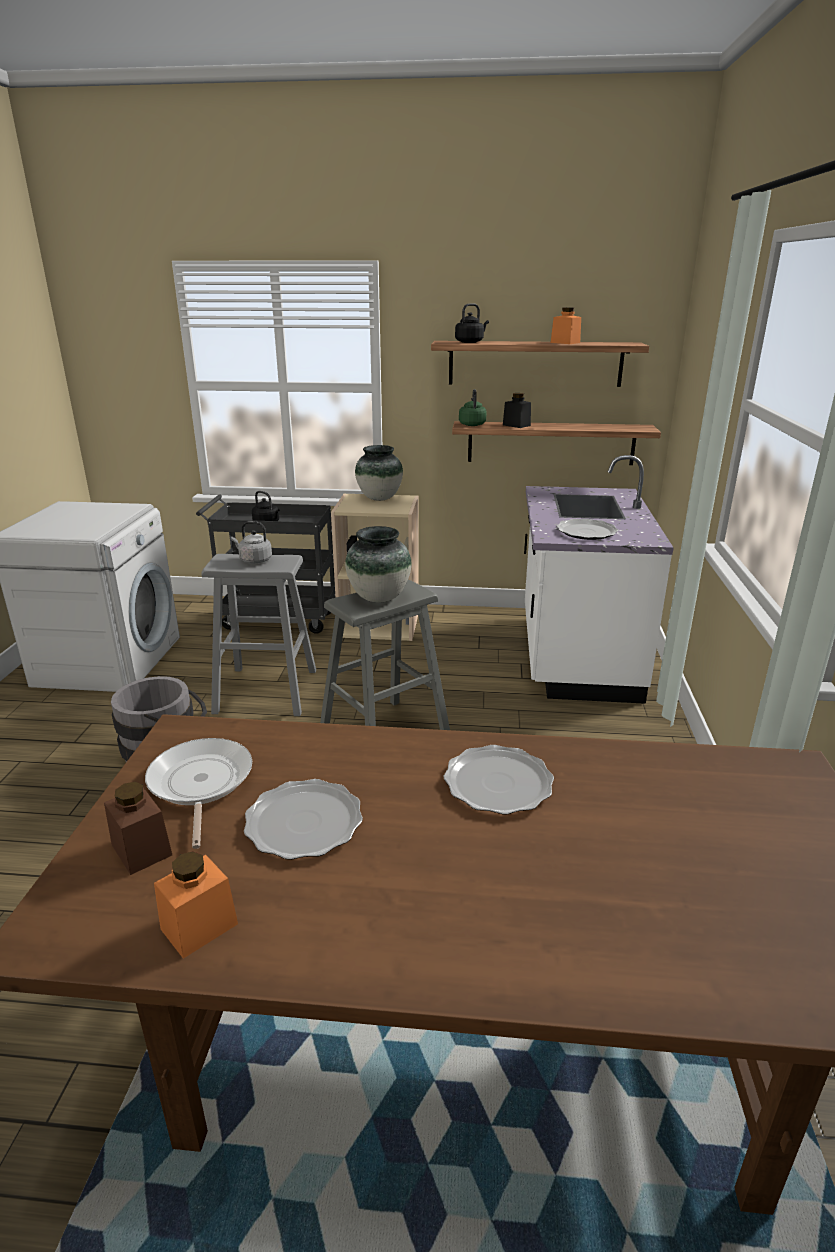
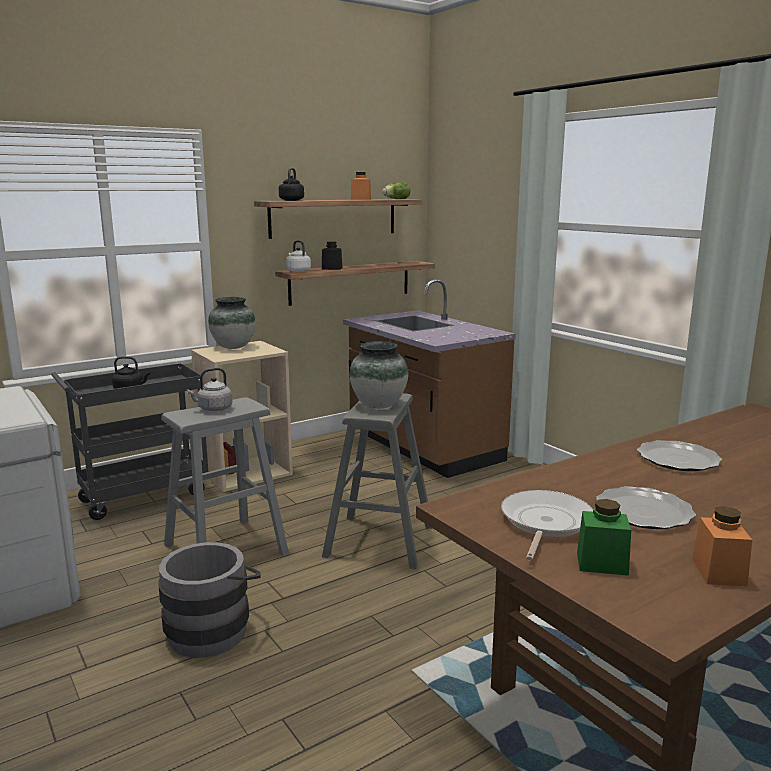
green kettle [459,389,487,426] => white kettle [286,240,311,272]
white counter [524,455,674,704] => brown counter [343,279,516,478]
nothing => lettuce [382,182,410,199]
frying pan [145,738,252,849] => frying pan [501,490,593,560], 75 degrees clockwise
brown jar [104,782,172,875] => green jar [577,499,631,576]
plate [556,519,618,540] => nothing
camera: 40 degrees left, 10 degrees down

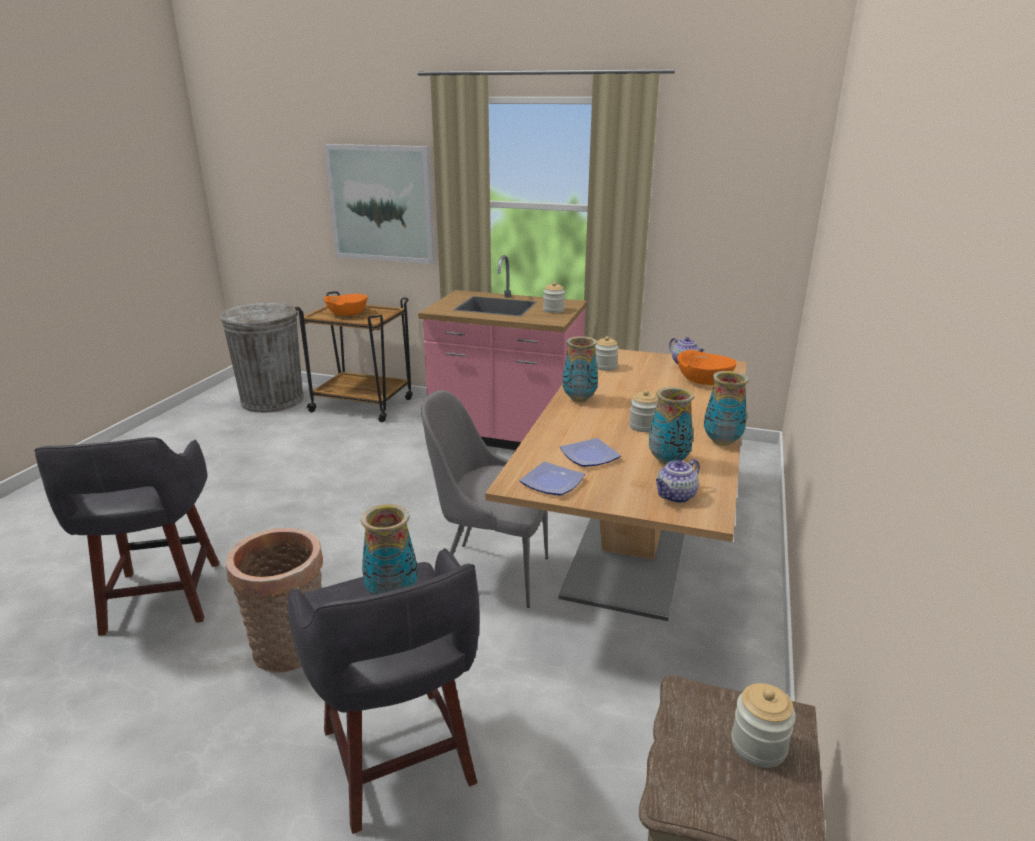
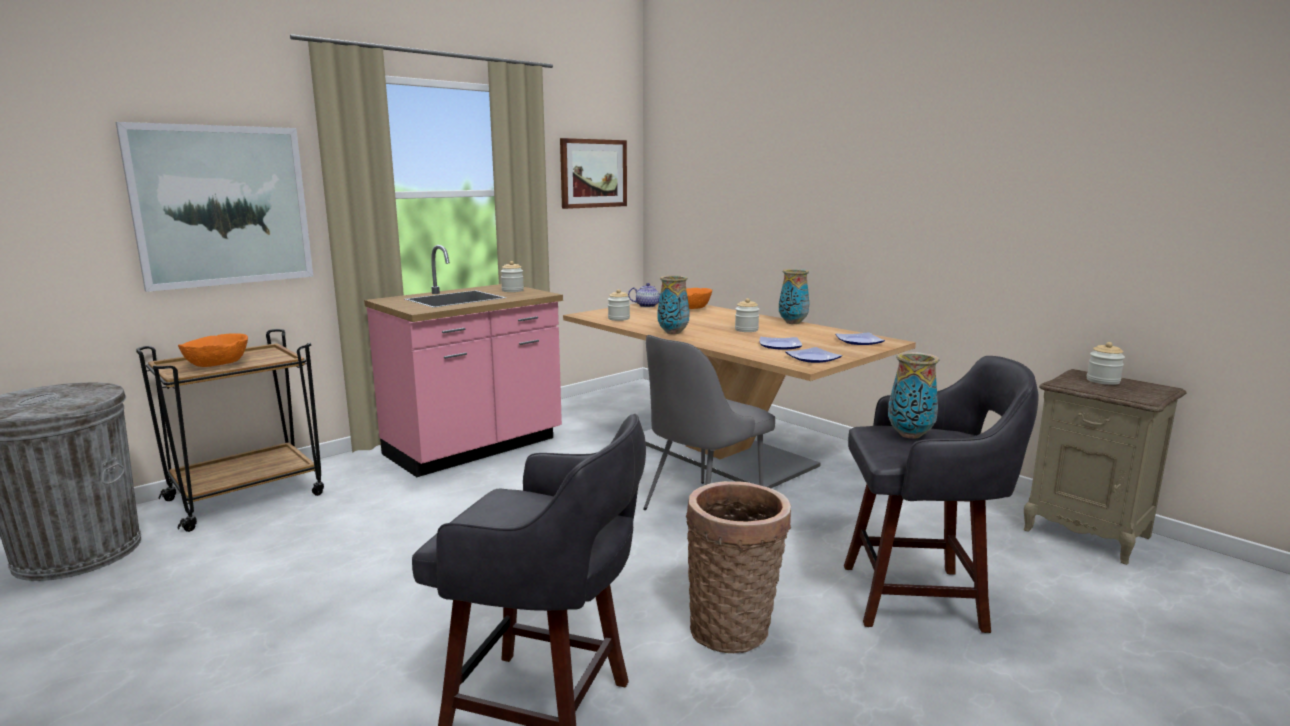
nothing => picture [560,138,627,209]
teapot [656,459,700,503] => plate [835,332,885,345]
vase [649,387,694,465] => nothing
camera: 60 degrees left, 10 degrees down

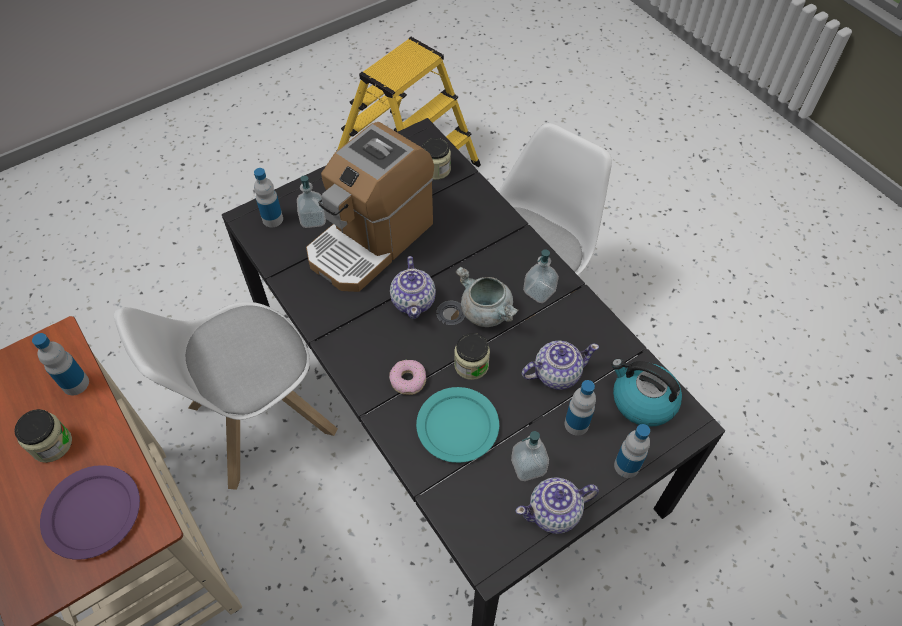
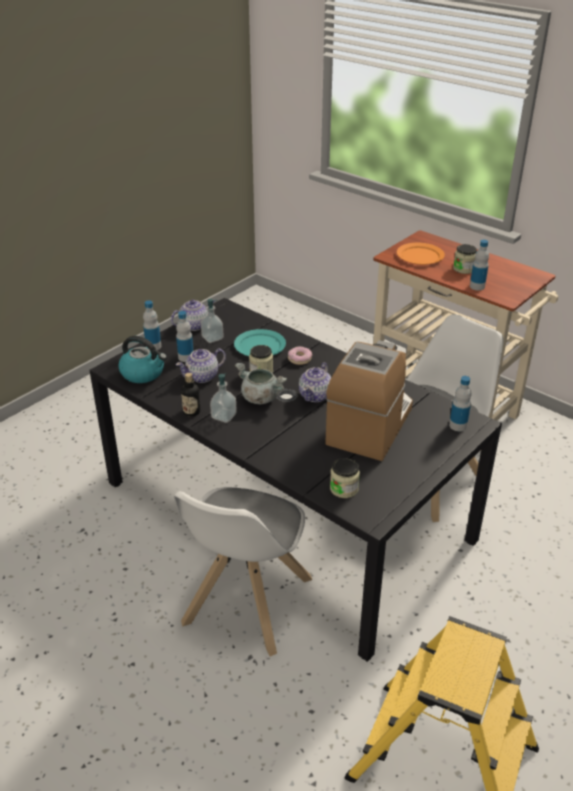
nothing => bottle [181,373,200,417]
teapot [390,256,436,319] => teapot [299,362,331,402], 135 degrees counterclockwise
purple plate [40,465,140,560] => orange plate [397,243,445,265]
soap dispenser [297,175,326,228] => nothing
camera: 165 degrees right, 20 degrees down

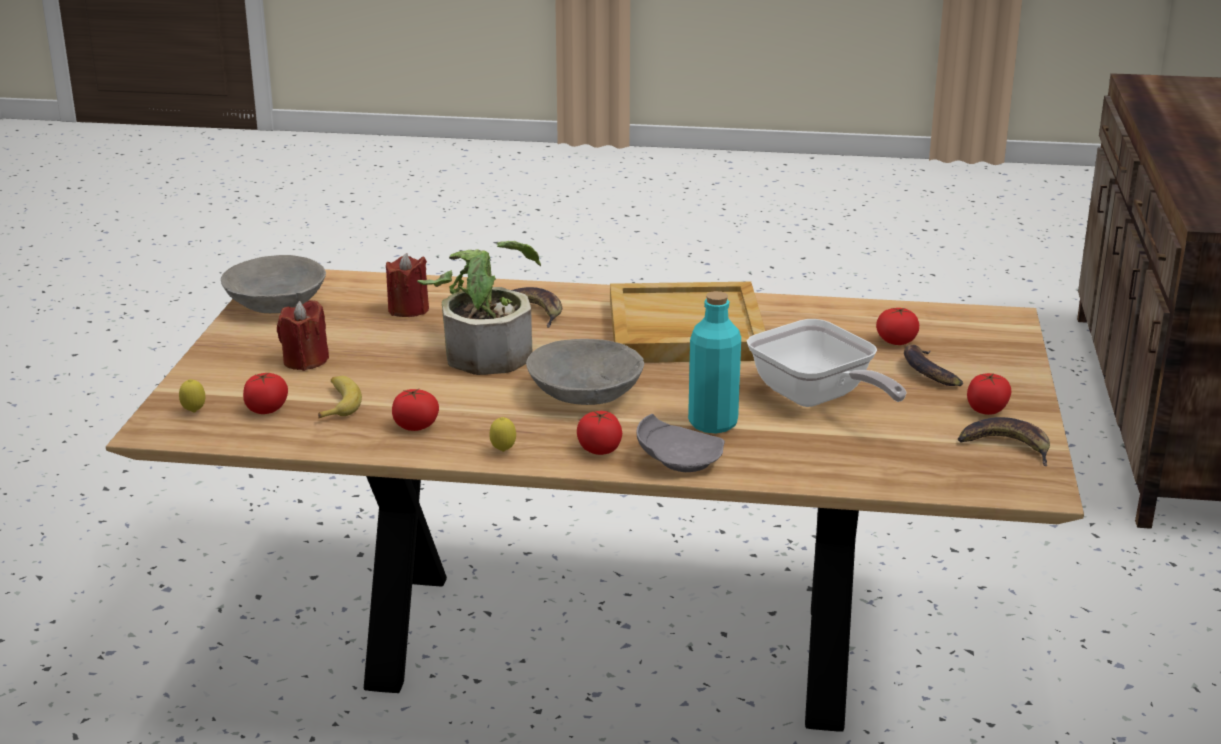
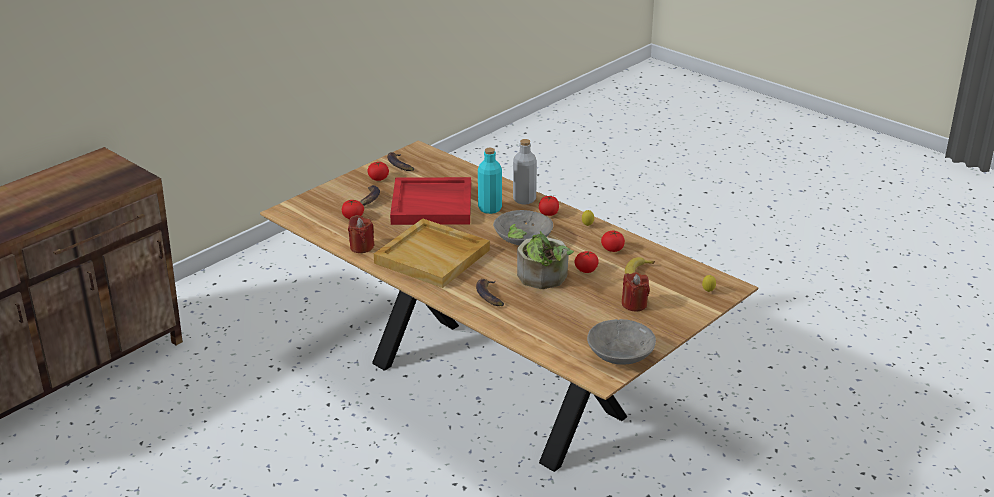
red candle [386,253,429,317] => red candle [348,215,375,253], relocated
frying pan [747,319,907,407] => red tray [390,177,471,225]
grey plate [637,414,725,472] => grey bottle [513,139,537,205]
tomato [243,372,288,414] => tomato [575,251,599,273], relocated
camera: 145 degrees left, 5 degrees up

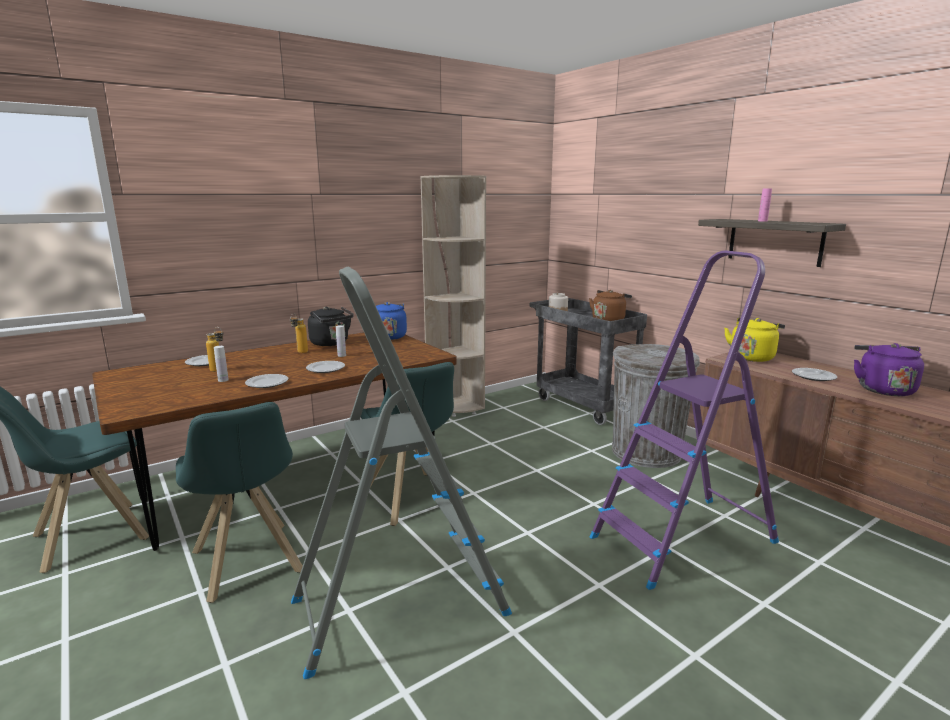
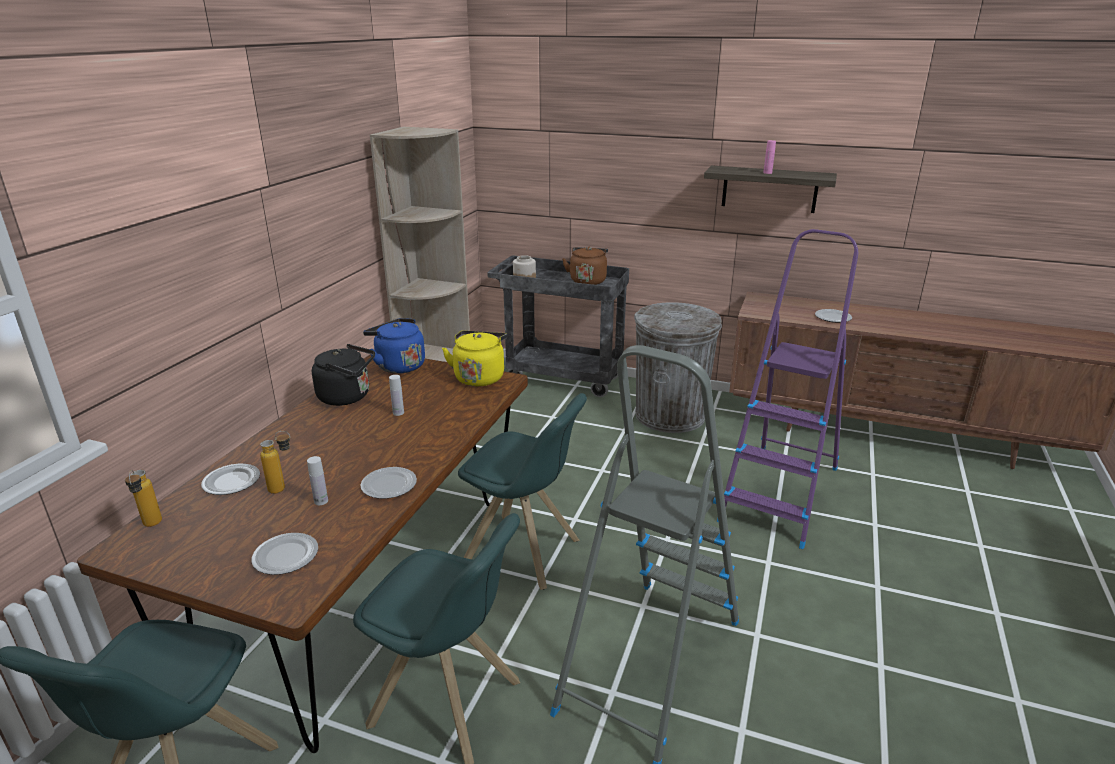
bottle [290,314,308,353] => bottle [125,470,162,527], relocated
plate [306,361,345,373] => plate [251,533,318,575], relocated
yellow kettle [724,318,785,362] => yellow kettle [442,331,507,386], relocated
purple kettle [854,343,924,396] => nothing
camera: 35 degrees left, 10 degrees up

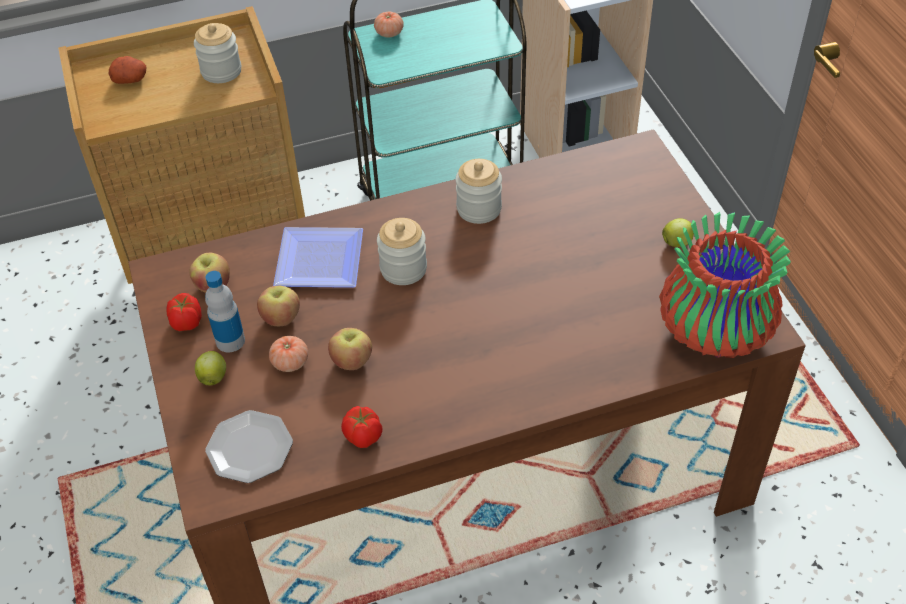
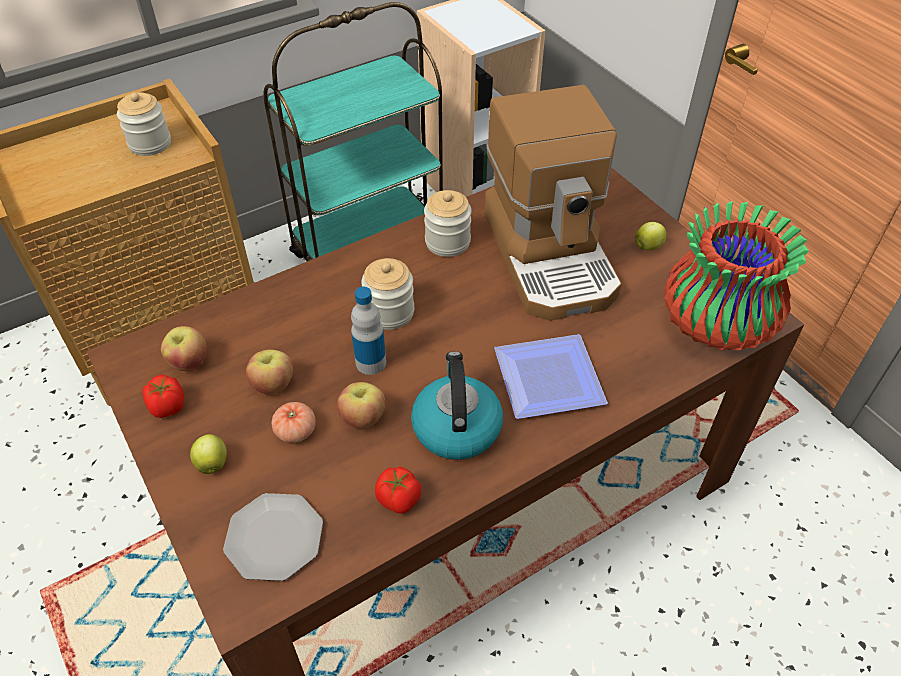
bottle [205,271,245,352] => bottle [351,287,386,375], relocated
nothing => kettle [411,351,503,460]
nothing => coffee machine [485,85,622,321]
plate [273,227,363,288] => plate [494,334,608,419], relocated
potato [109,56,146,84] => nothing
tomato [374,12,404,37] => nothing
camera: 15 degrees left, 0 degrees up

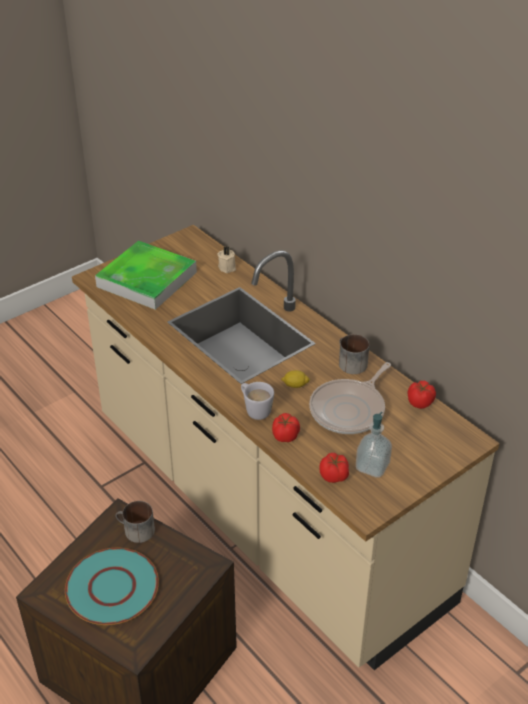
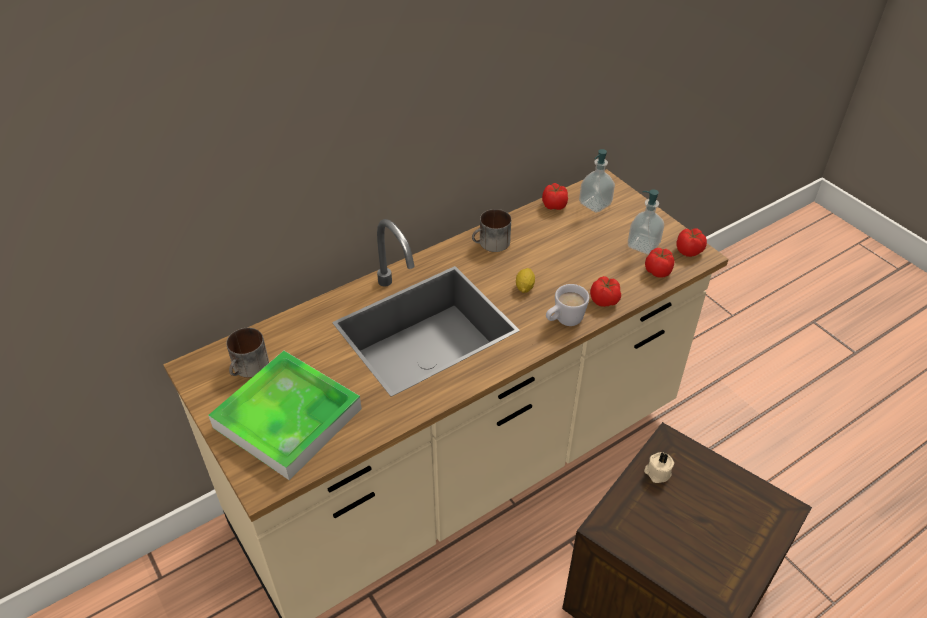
mug [116,501,155,543] => mug [226,328,269,377], relocated
nothing => soap dispenser [579,149,615,213]
beige candle [218,246,236,273] => beige candle [644,452,674,483], relocated
nothing => tomato [676,228,707,257]
turquoise plate [65,548,159,625] => nothing
frying pan [309,362,391,434] => nothing
camera: 85 degrees left, 5 degrees up

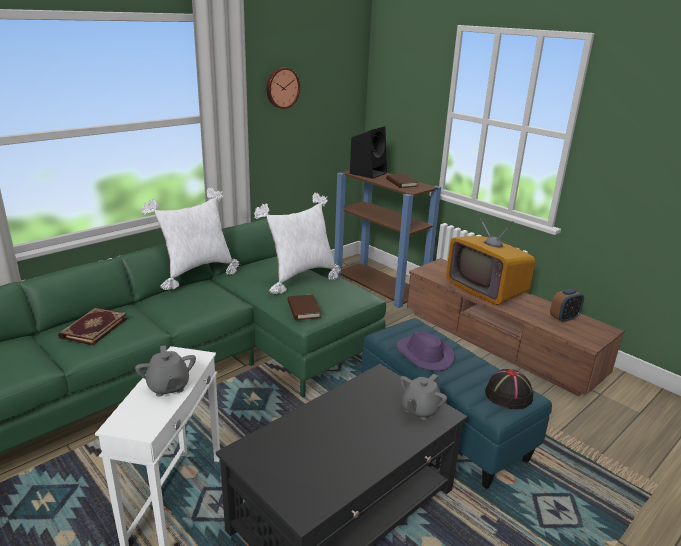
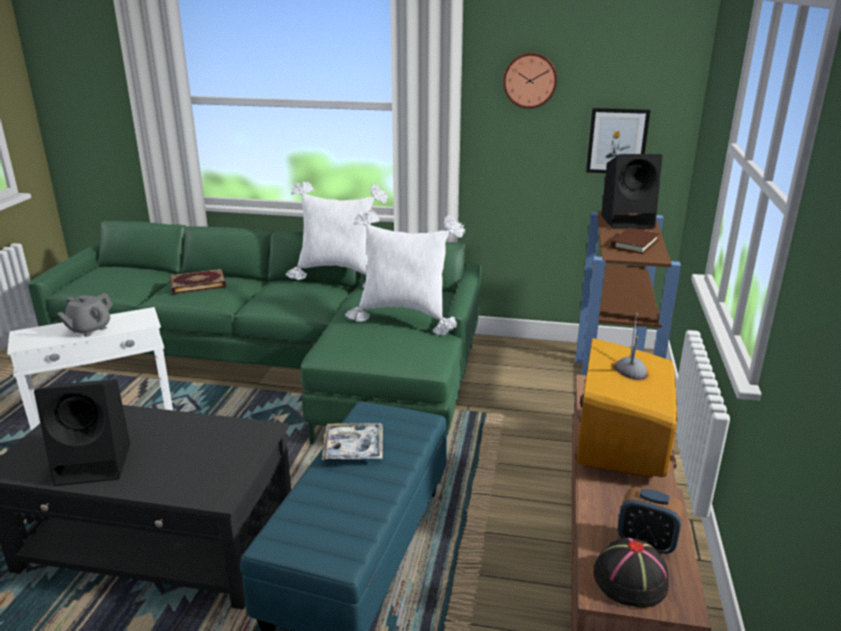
nothing => black speaker [34,379,130,486]
purple hat [396,331,455,371] => tray [322,423,383,460]
nothing => picture [586,108,651,173]
black hat [485,369,533,409] => black hat [594,538,669,608], relocated
brown book [288,294,321,320] => nothing
grey teapot [400,374,447,420] => nothing
camera: 55 degrees right, 0 degrees up

